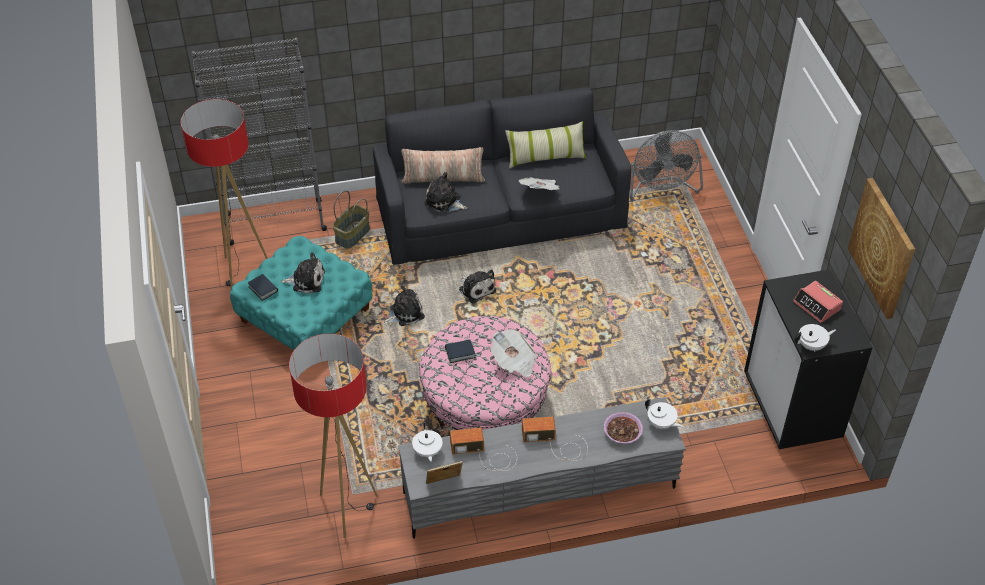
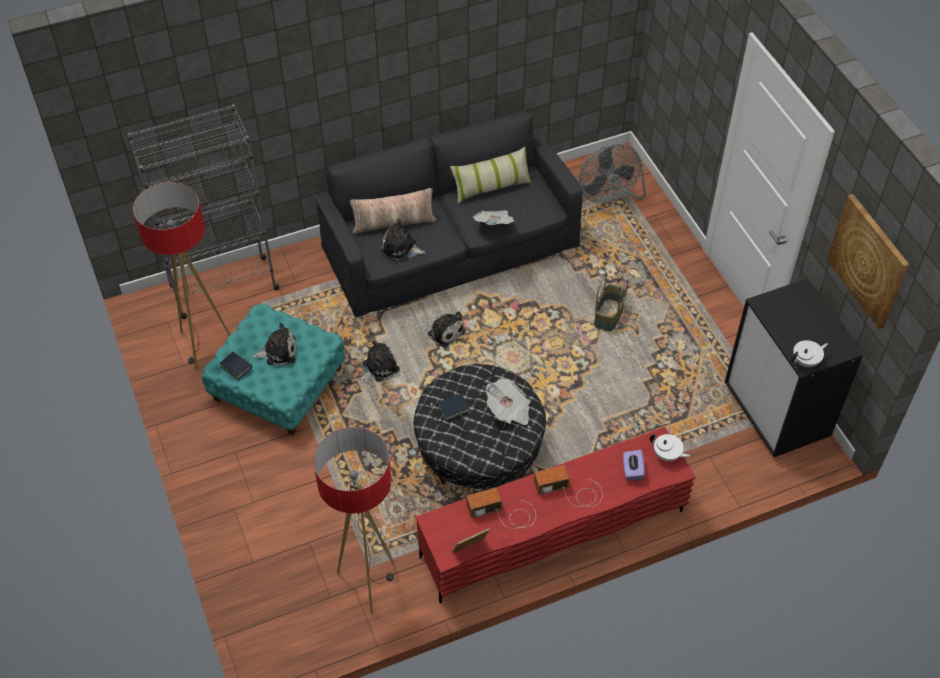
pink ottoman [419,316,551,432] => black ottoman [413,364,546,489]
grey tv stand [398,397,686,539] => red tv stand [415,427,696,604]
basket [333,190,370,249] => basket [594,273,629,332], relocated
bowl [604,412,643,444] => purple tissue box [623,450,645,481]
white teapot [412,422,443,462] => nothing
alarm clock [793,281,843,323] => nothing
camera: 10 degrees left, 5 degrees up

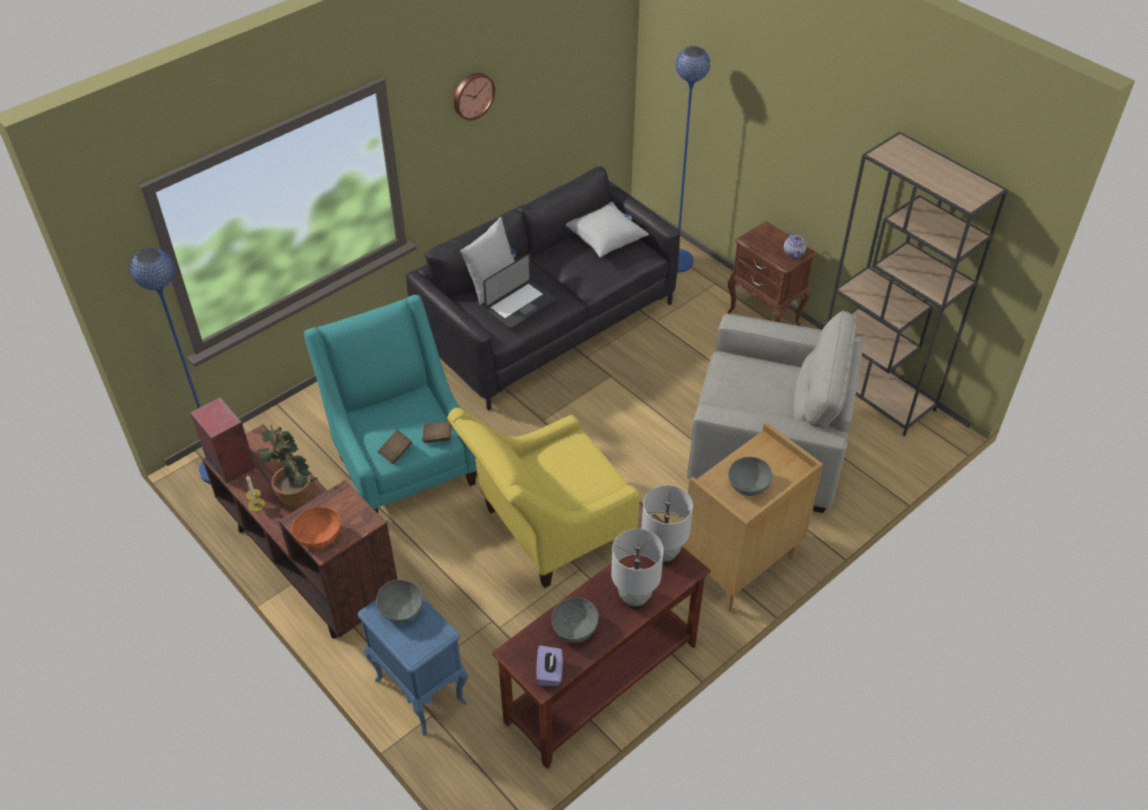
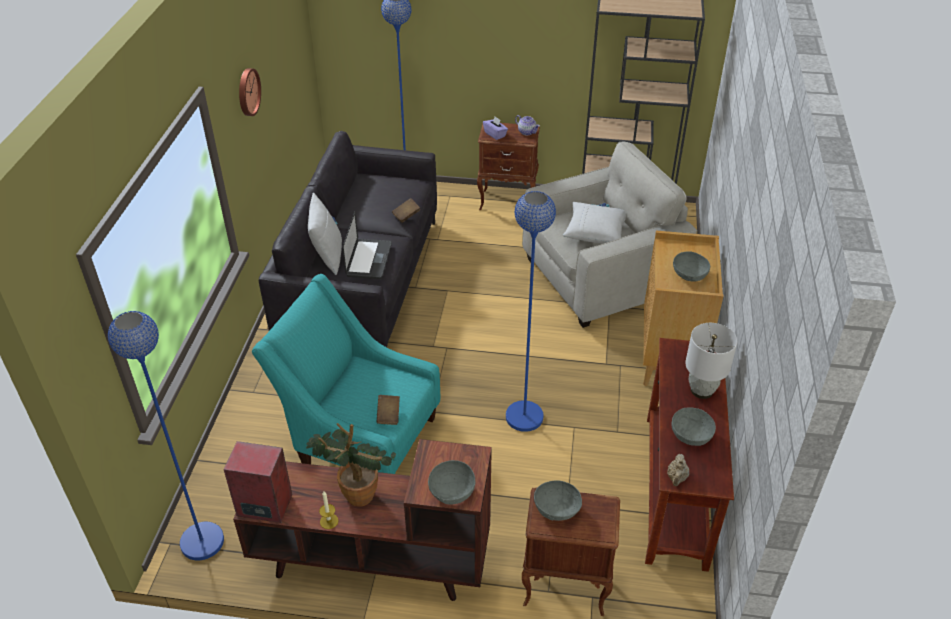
brown book [422,421,452,443] => brown book [392,198,421,223], relocated
orange bowl [292,507,341,548] => grey bowl [428,460,476,505]
purple tissue box [537,645,563,686] => purple tissue box [483,117,508,140], relocated
yellow armchair [447,408,640,588] => blue floor lamp [506,191,556,432]
blue nightstand [358,580,468,736] => brown nightstand [522,487,620,616]
grey pillow [566,202,649,258] => grey pillow [563,202,626,244], relocated
nothing => beige teapot [667,454,689,486]
white table lamp [642,485,693,564] => nothing
camera: 40 degrees left, 5 degrees down

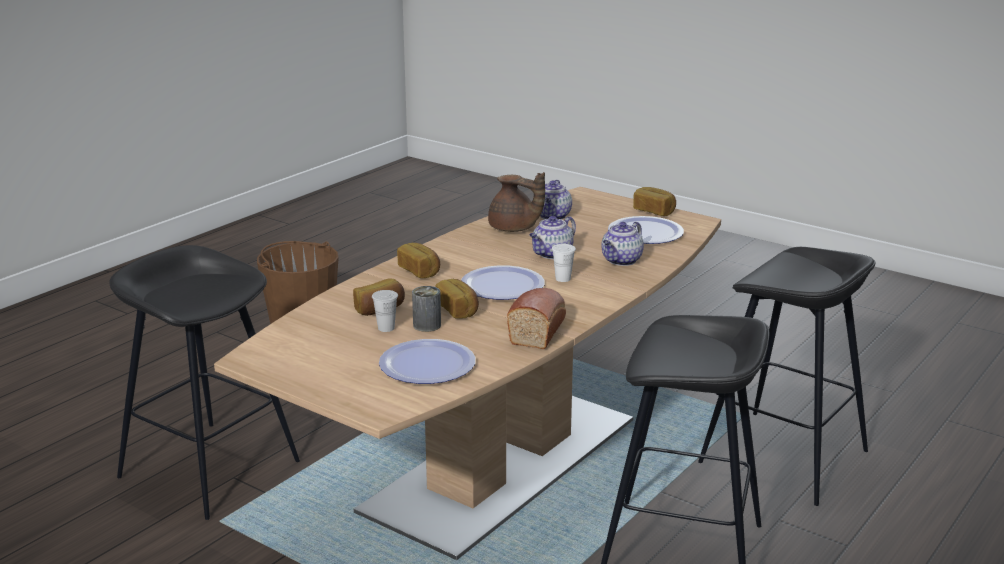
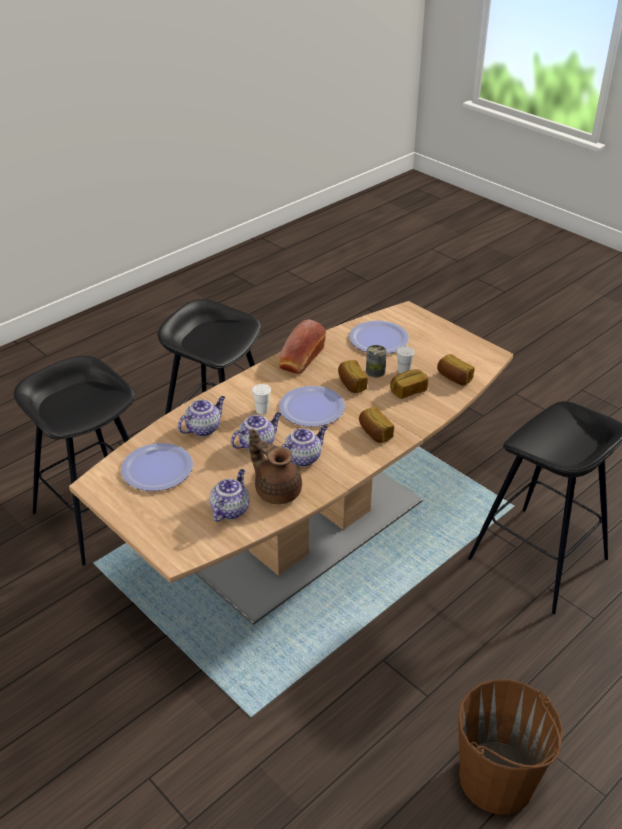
nothing => teapot [281,426,328,467]
bread [633,187,676,216] => bread [437,354,475,385], relocated
camera: 170 degrees left, 15 degrees up

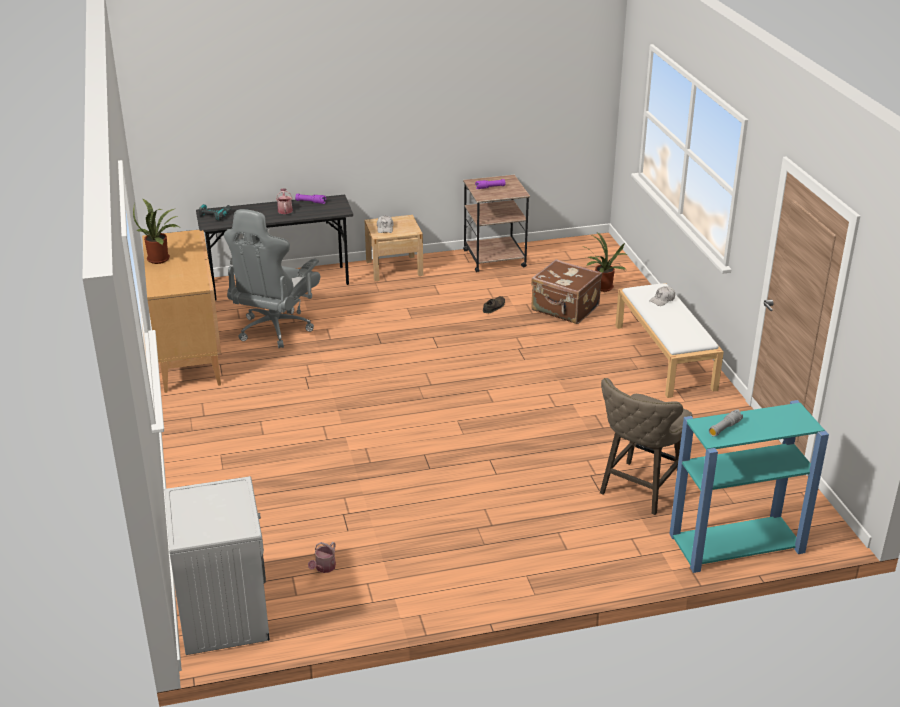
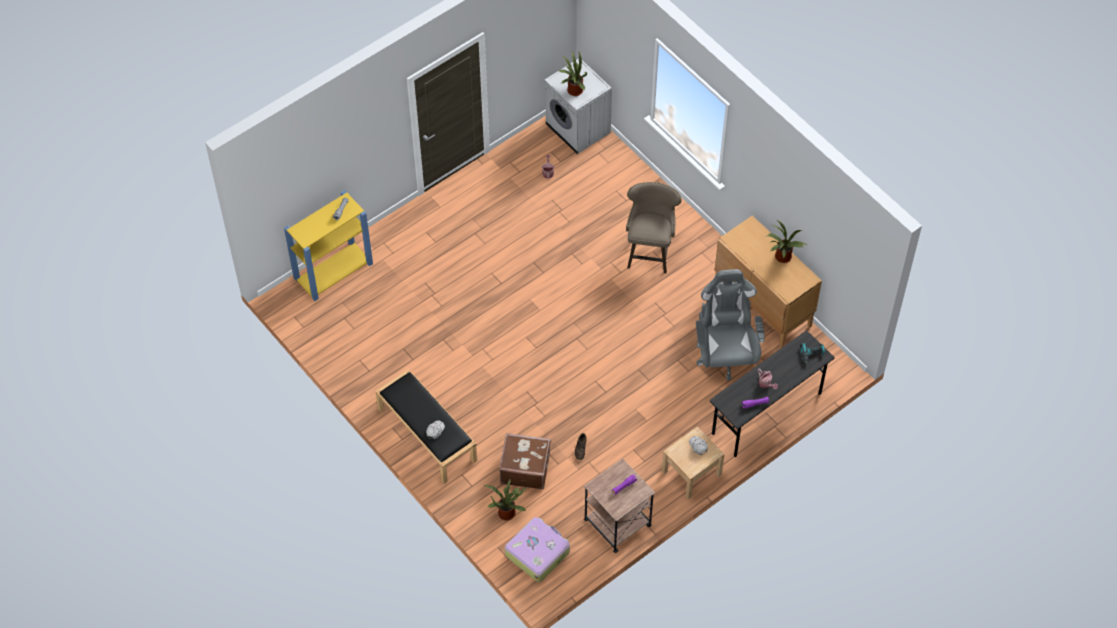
turquoise bookcase [669,400,829,573] => yellow bookcase [284,190,373,301]
white bench [615,283,724,398] => black bench [375,369,477,484]
nothing => suitcase [505,517,570,582]
nothing => potted plant [559,51,588,96]
beige stool [600,378,692,515] => beige stool [626,182,682,273], relocated
camera: 155 degrees right, 25 degrees up

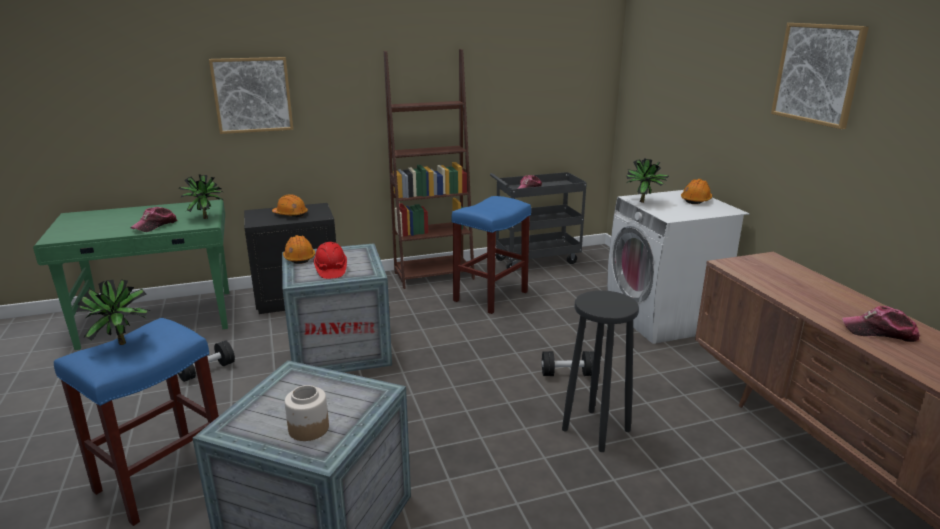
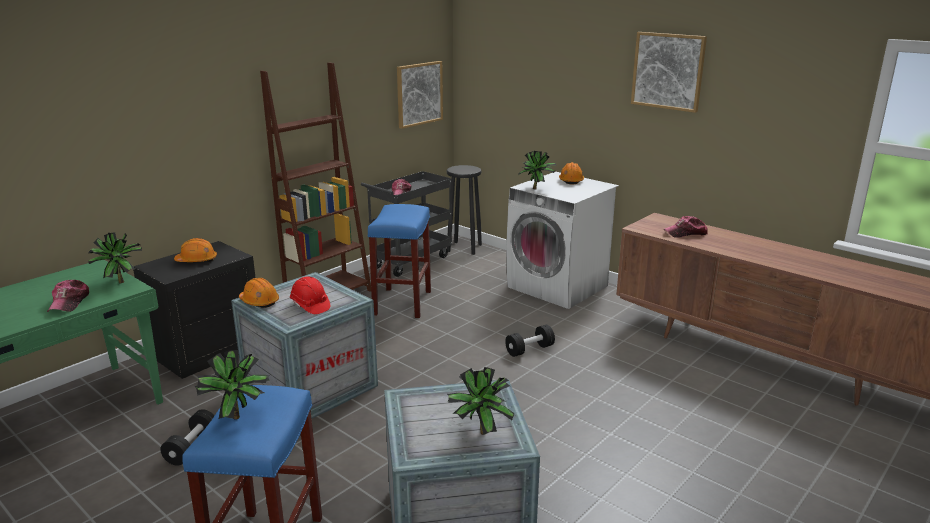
picture [209,57,293,134] => picture [397,61,443,129], relocated
black stool [562,290,639,452] => black stool [447,165,482,255], relocated
jar [285,385,329,441] => potted plant [447,367,515,435]
cap [842,306,920,342] => cap [664,216,708,238], relocated
camera: 30 degrees left, 0 degrees up

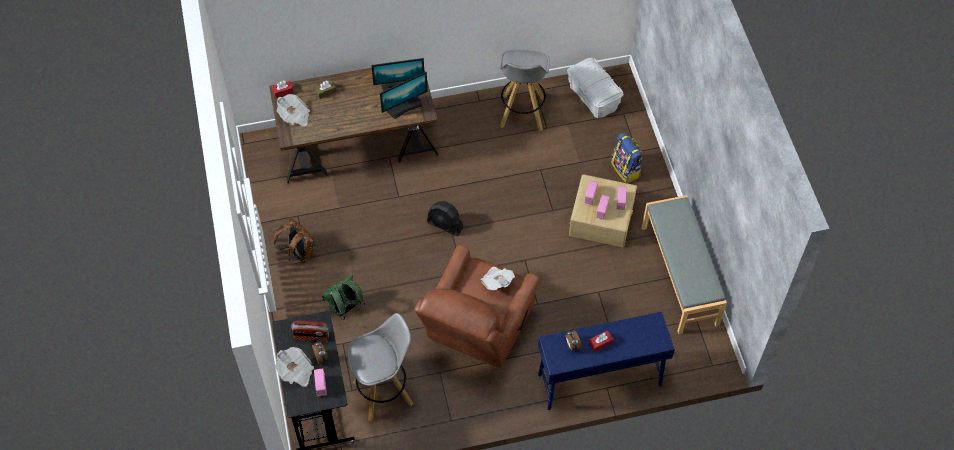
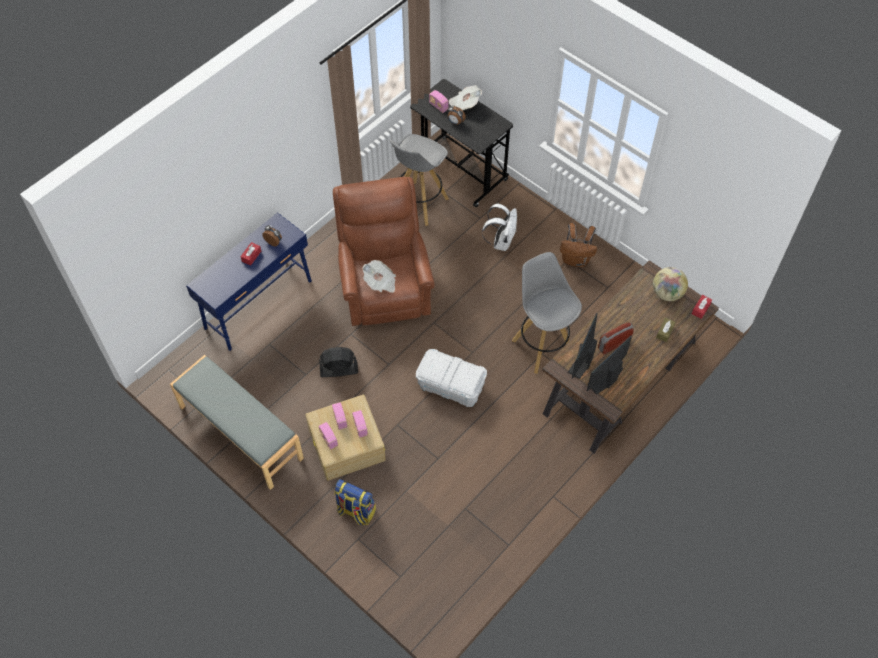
black fan [427,201,464,236] => black fan [319,347,358,377], relocated
white storage box [567,58,623,118] => white storage box [416,349,487,407], relocated
green backpack [321,275,365,320] => white backpack [482,204,517,251]
grey stool [500,50,550,131] => grey stool [512,252,582,374], relocated
radio [291,321,329,342] => radio [598,322,634,355], relocated
newspaper [277,94,310,126] => globe [653,267,688,301]
camera: 145 degrees right, 0 degrees up

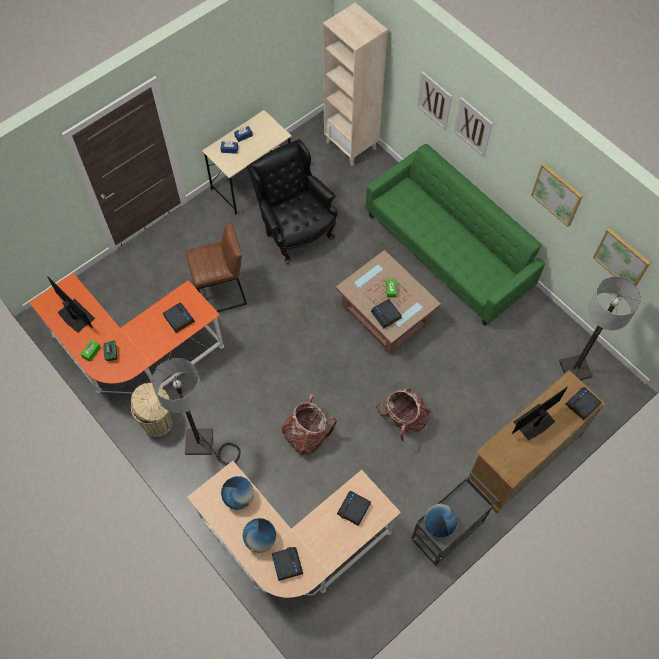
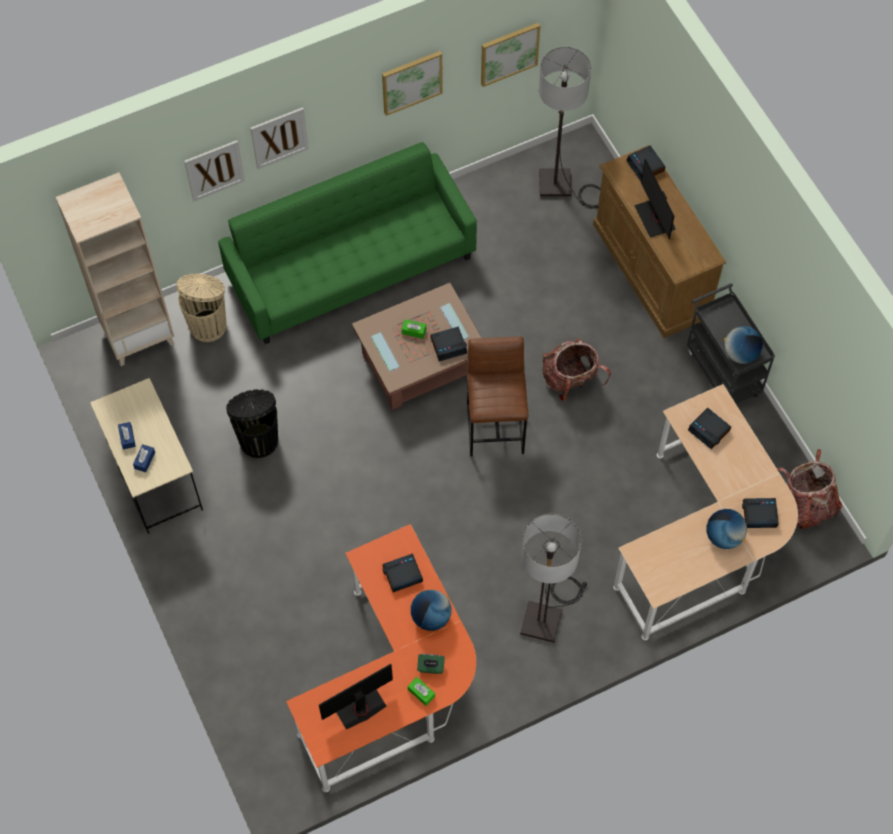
beige trash can [131,383,173,437] => beige trash can [176,273,226,342], relocated
black armchair [247,139,338,264] => black trash can [226,389,278,458]
globe [221,476,254,510] => globe [411,590,451,631], relocated
brown stool [185,223,247,312] => brown stool [467,336,528,456], relocated
backpack [281,393,337,455] => backpack [777,449,842,529], relocated
camera: 75 degrees left, 0 degrees up

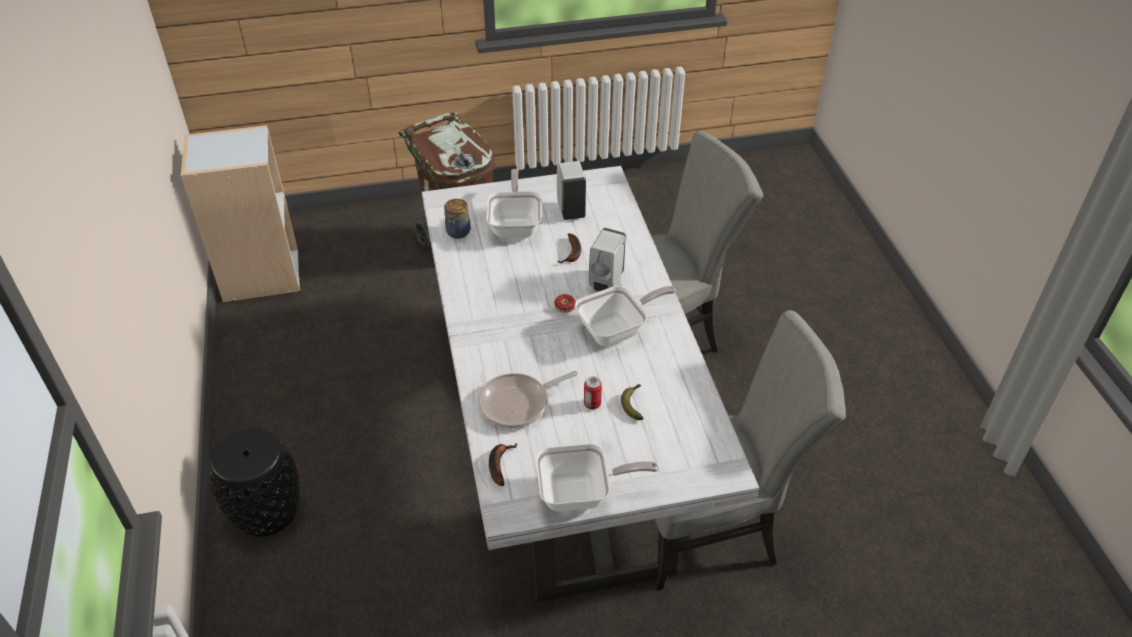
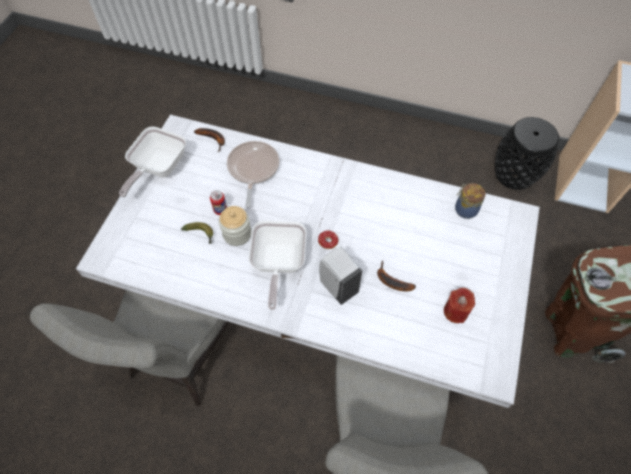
nothing => jar [219,206,252,246]
white soap dispenser [557,161,586,220] => red candle [444,288,475,323]
black stool [210,428,299,537] => black stool [495,117,559,190], relocated
frying pan [487,169,541,238] => nothing
camera: 120 degrees right, 15 degrees up

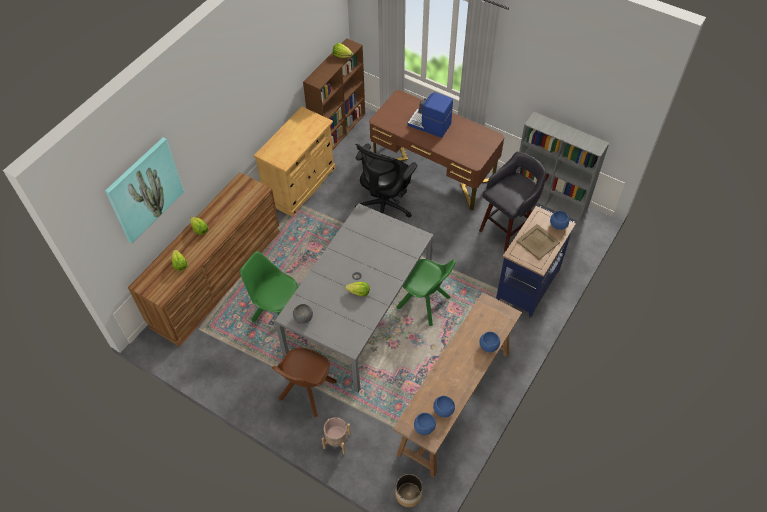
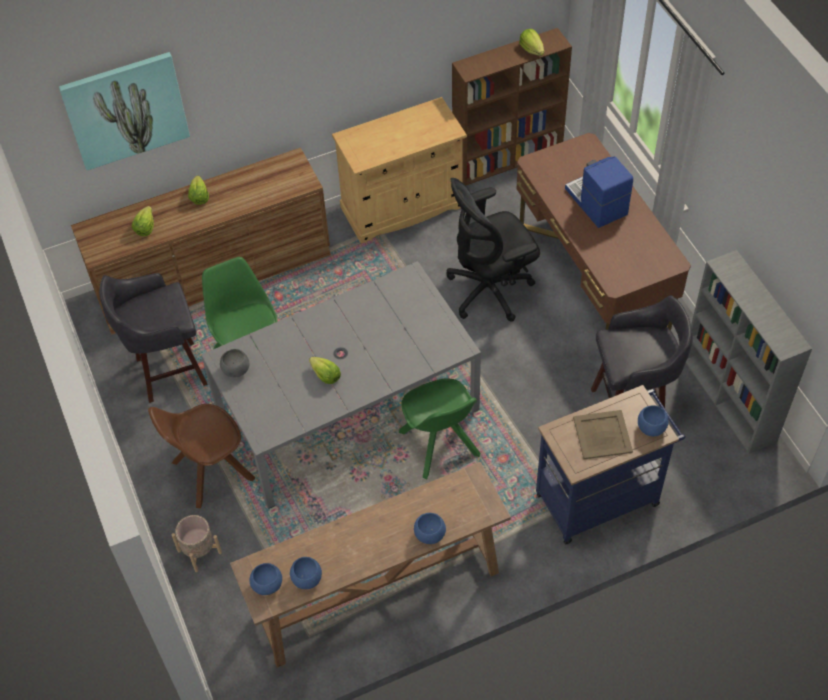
nothing => grey stool [99,273,208,403]
planter [395,474,423,507] => nothing
camera: 35 degrees right, 0 degrees up

